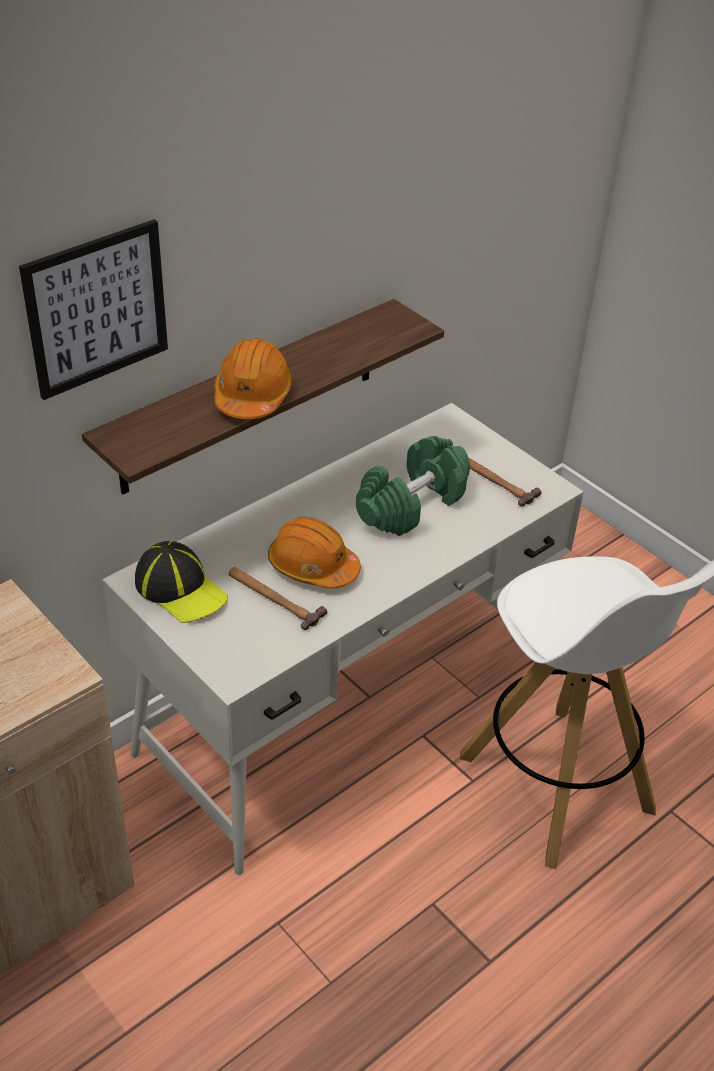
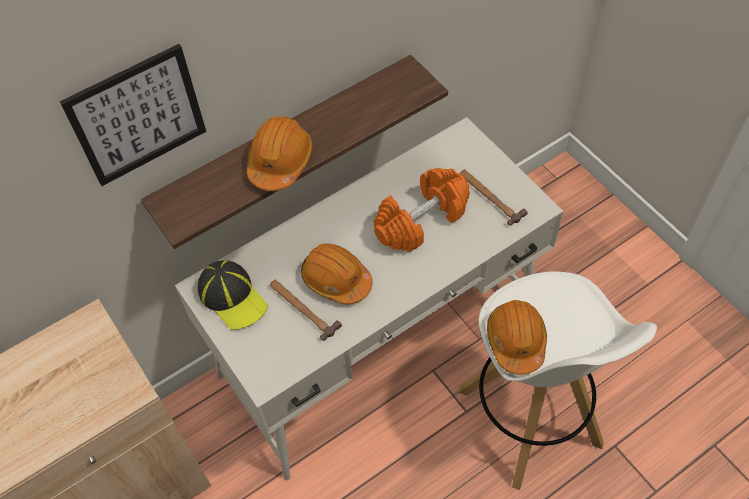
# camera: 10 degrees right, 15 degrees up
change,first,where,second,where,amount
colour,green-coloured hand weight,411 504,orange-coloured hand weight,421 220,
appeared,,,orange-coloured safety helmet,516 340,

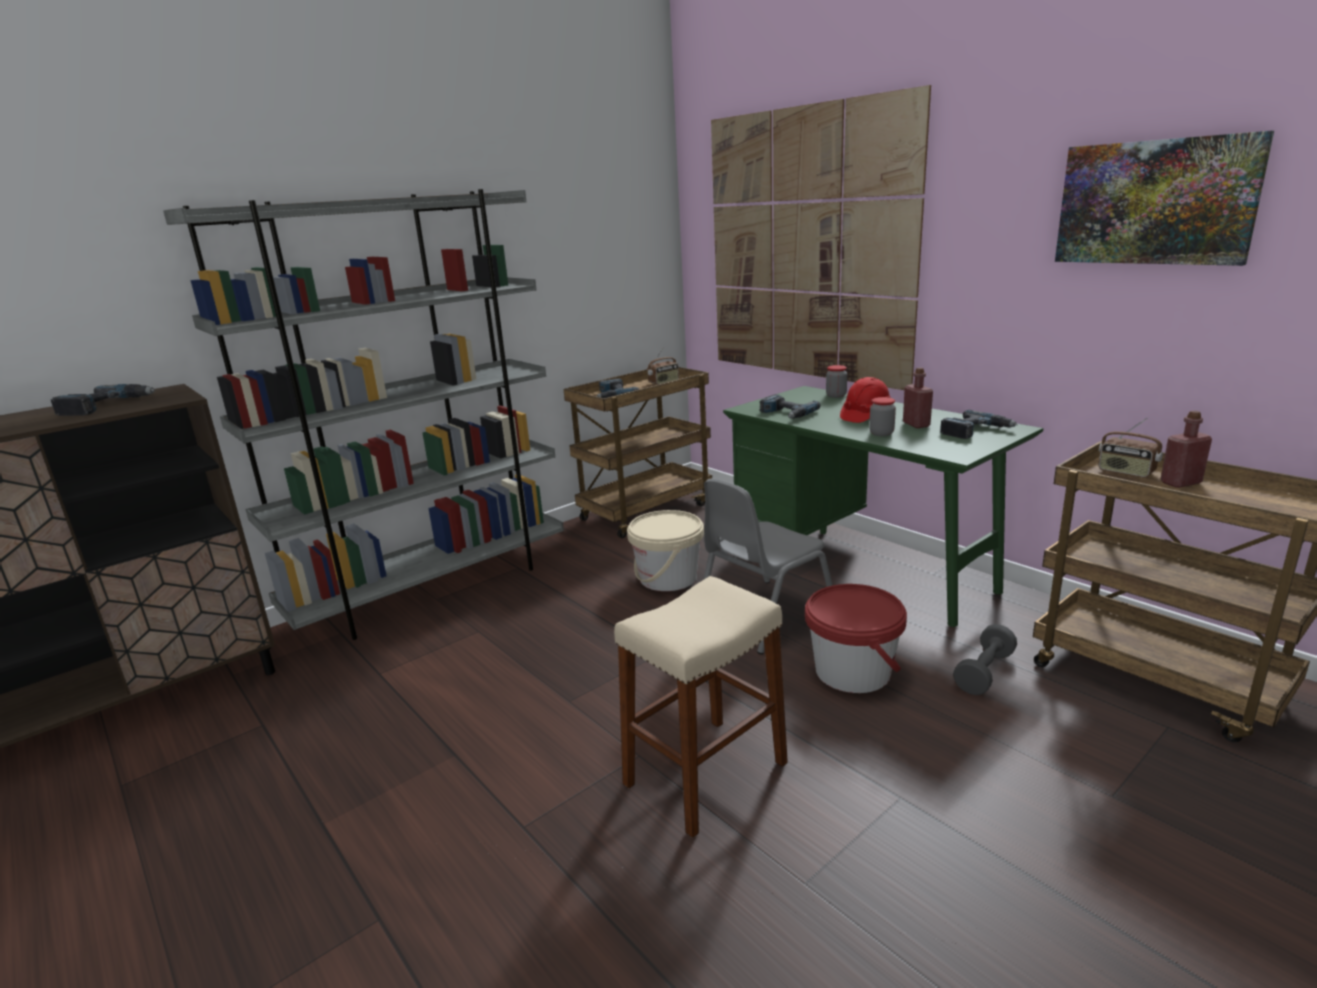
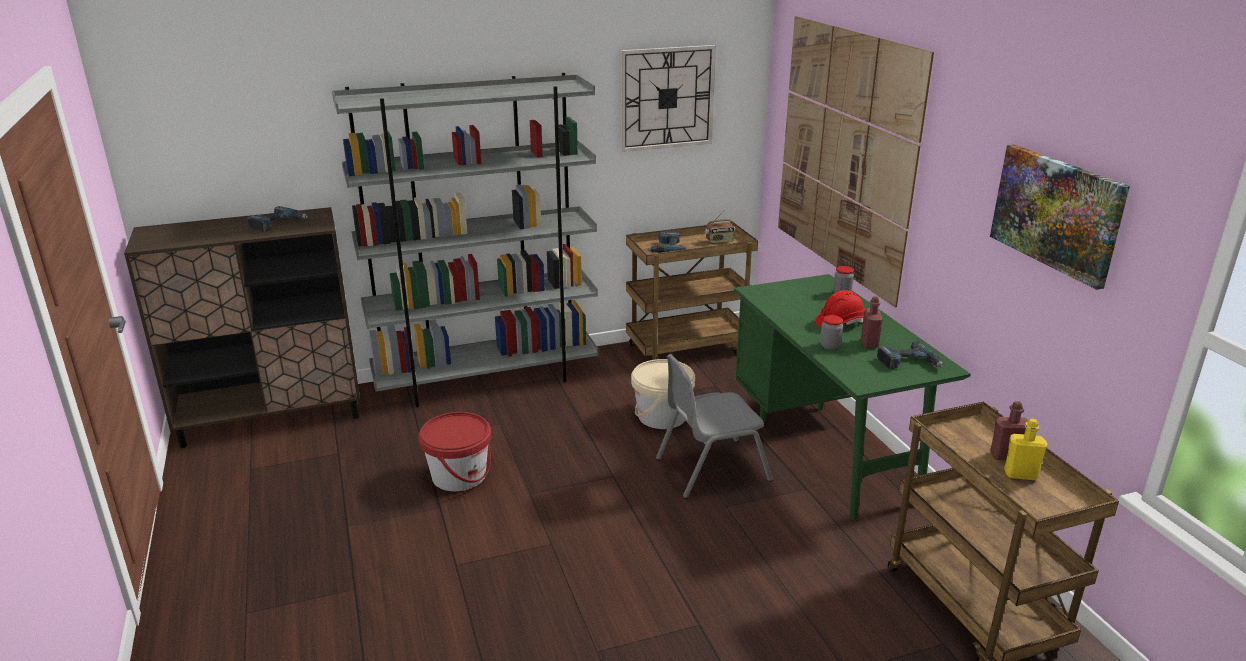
# camera: 20 degrees right, 5 degrees up
change,first,where,second,where,amount
missing,drill,786 414,,,
missing,radio set,1125 472,,,
missing,beige stool,705 774,,,
relocated,red-coloured bucket,853 671,,459 475,
missing,grey hand weight,984 672,,,
appeared,,,wall clock,667 98,
appeared,,,yellowish beverage bottle,1020 475,

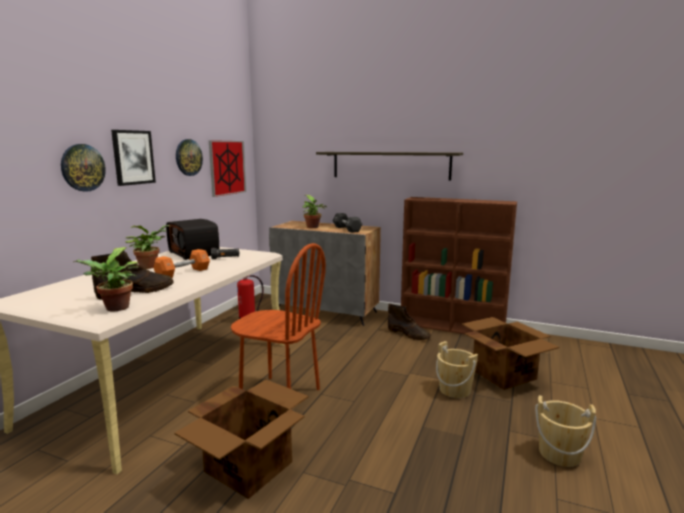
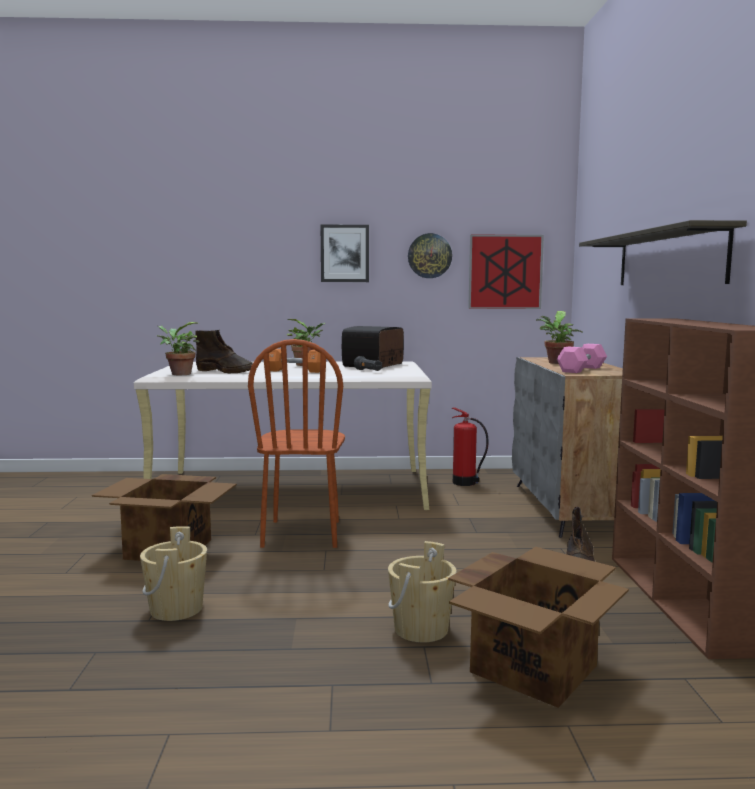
# camera: 65 degrees right, 5 degrees down
change,first,where,second,where,amount
missing,wall clock,82 167,,,
colour,black hand weight,347 229,pink-coloured hand weight,581 369,
relocated,beige bucket,559 454,,176 609,

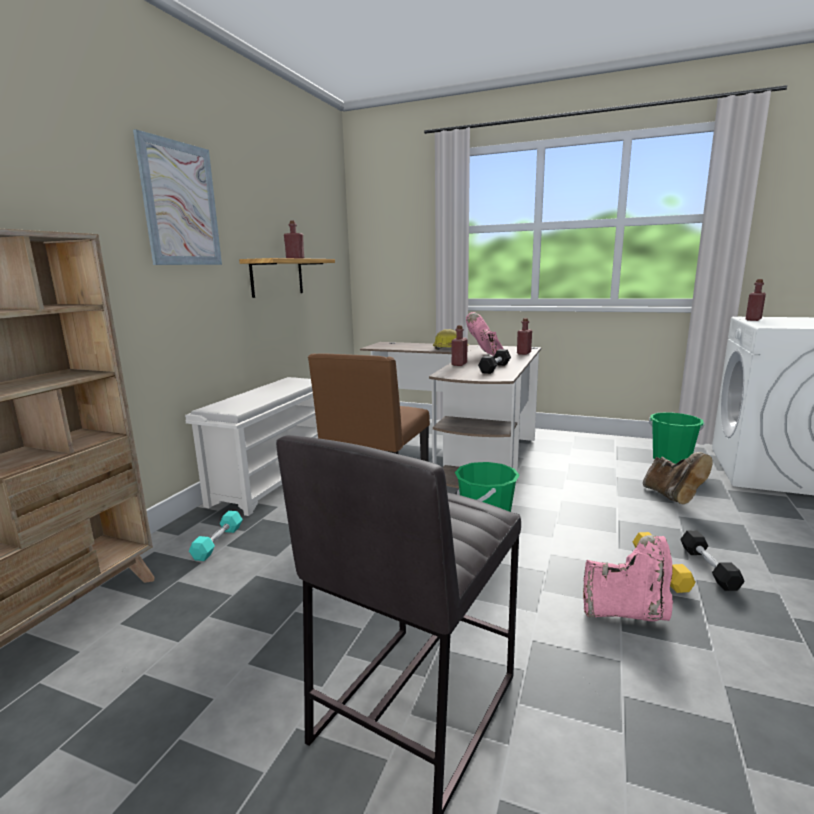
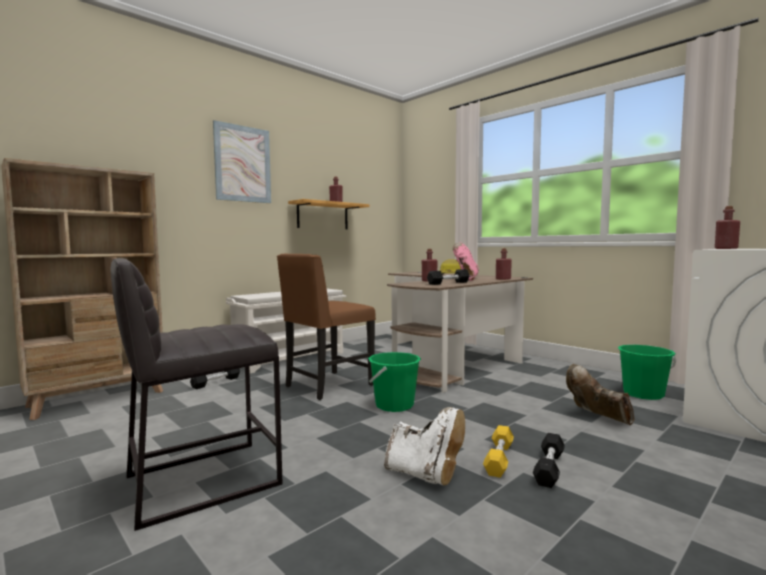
# camera: 25 degrees right, 10 degrees down
change,first,where,second,where,amount
spun,brown high-top boot,672 496,,597 418,135 degrees clockwise
colour,blue-green hand weight,218 542,black hand weight,216 382,
colour,pink-coloured high-top boot,627 611,white-coloured high-top boot,424 475,

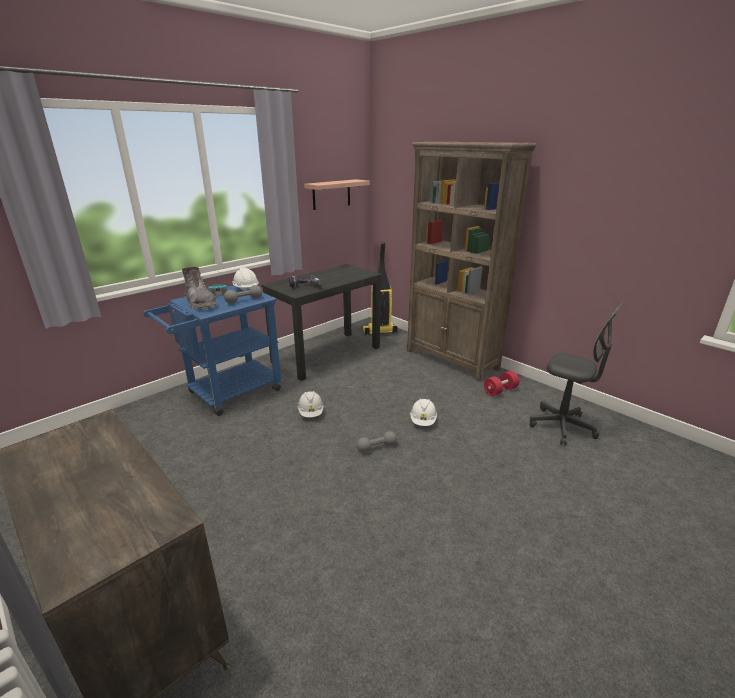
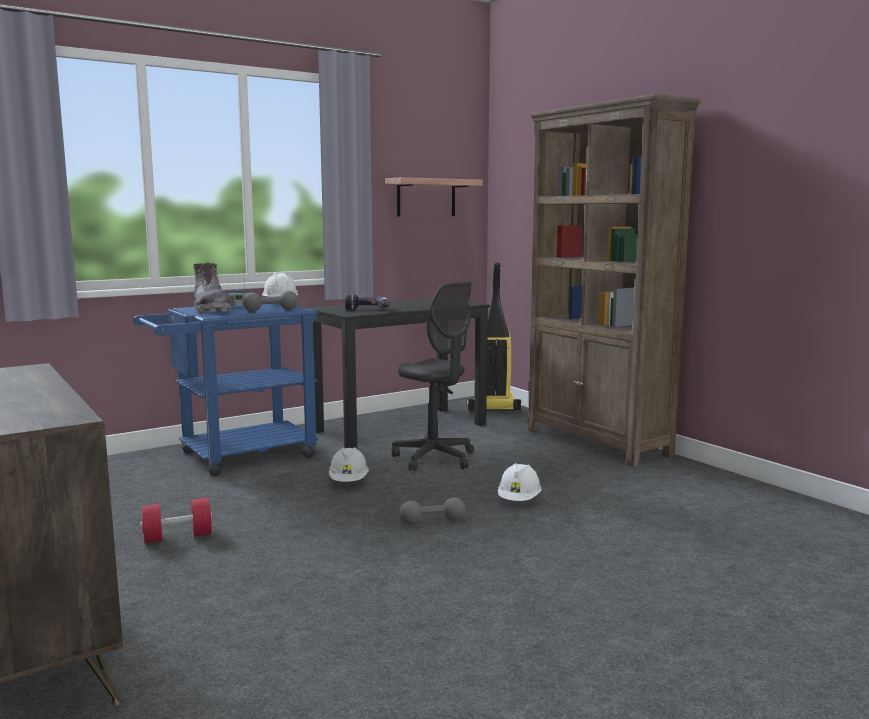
# camera: 10 degrees right, 15 degrees down
change,first,where,second,where,amount
relocated,grey computer chair,562 426,,434 458,
relocated,red-coloured hand weight,500 390,,178 537,

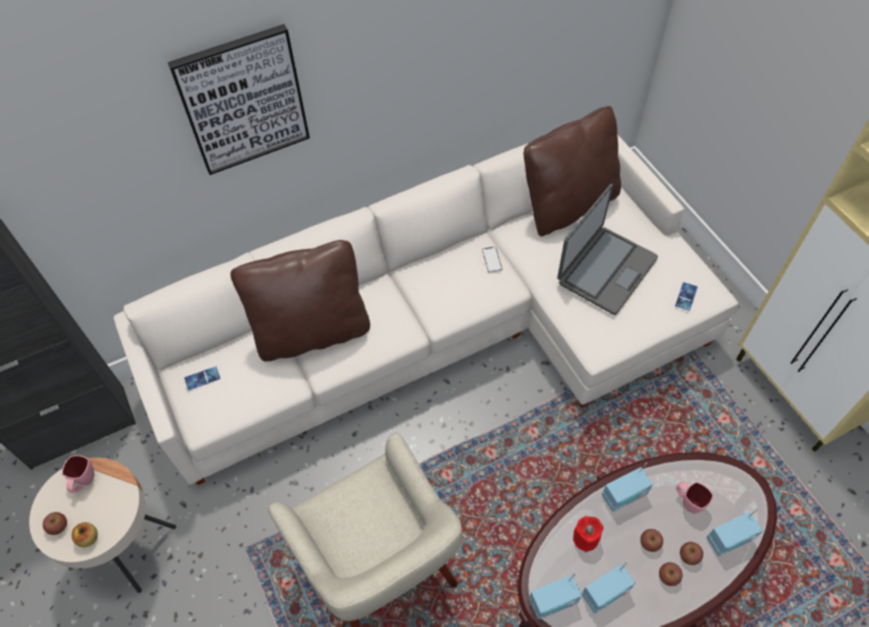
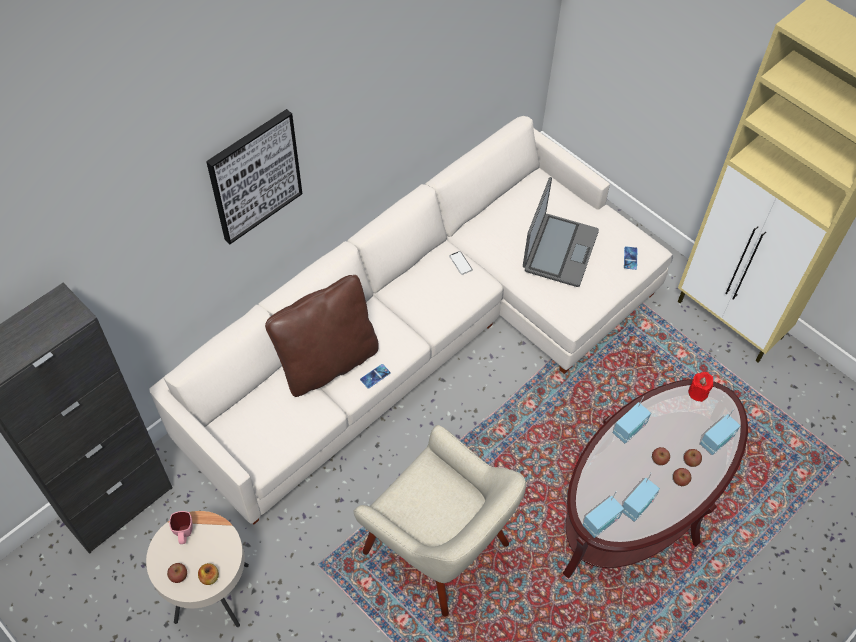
# camera: 20 degrees left, 0 degrees up
change,first,where,second,where,amount
missing,brown pillow,568 205,,,
relocated,phone,202 378,,375 376,
missing,pink-coloured mug,687 502,,,
relocated,red-coloured candle,585 538,,698 392,

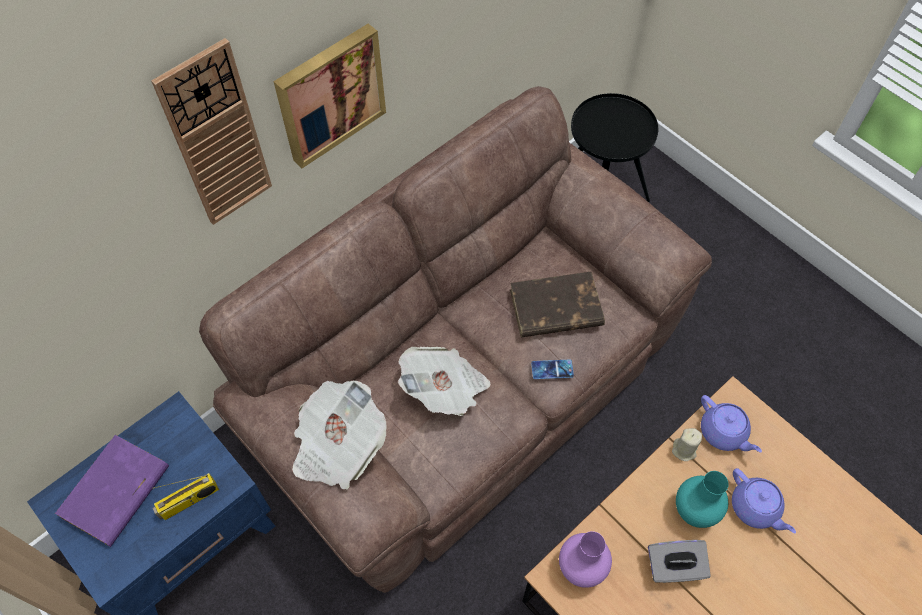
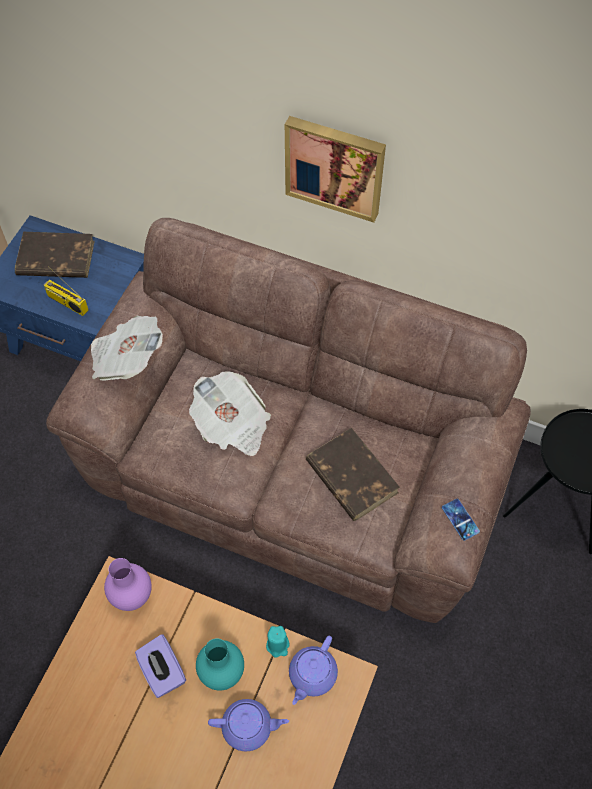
# camera: 65 degrees right, 0 degrees up
change,first,where,second,where,amount
missing,wall clock,216 137,,,
relocated,phone,552 369,,460 519,
colour,beige candle,684 450,blue-green candle,278 645,
colour,purplish bound book,115 493,brown bound book,55 259,
spun,purplish teapot,755 508,,248 727,120 degrees counterclockwise
colour,grey box of tissues,674 567,purplish box of tissues,162 672,

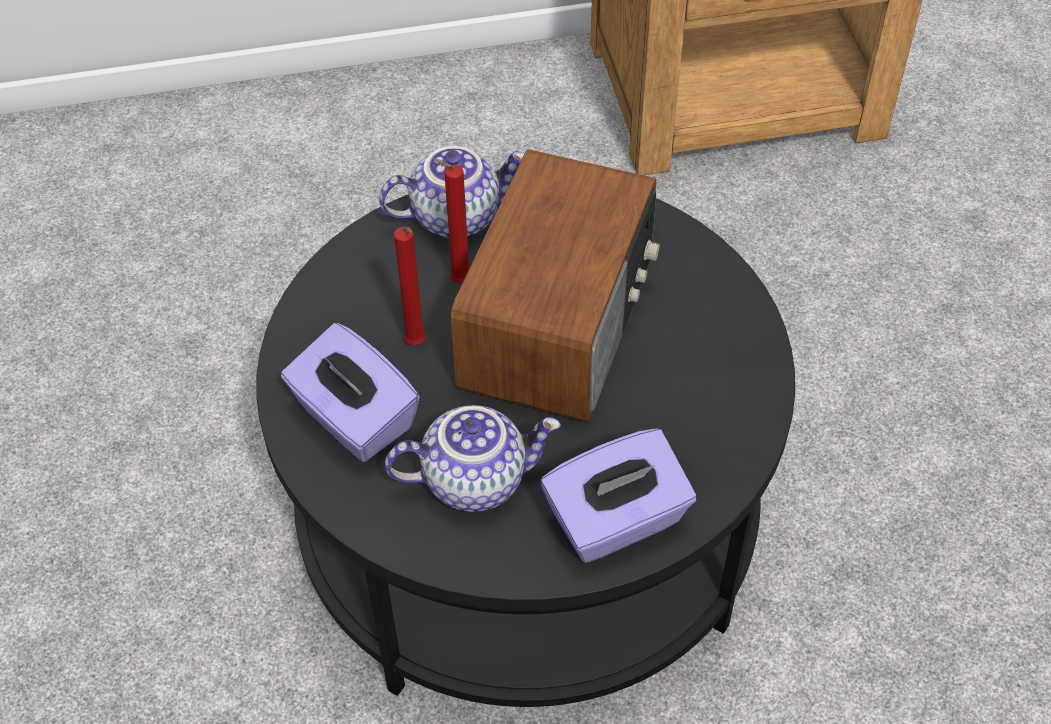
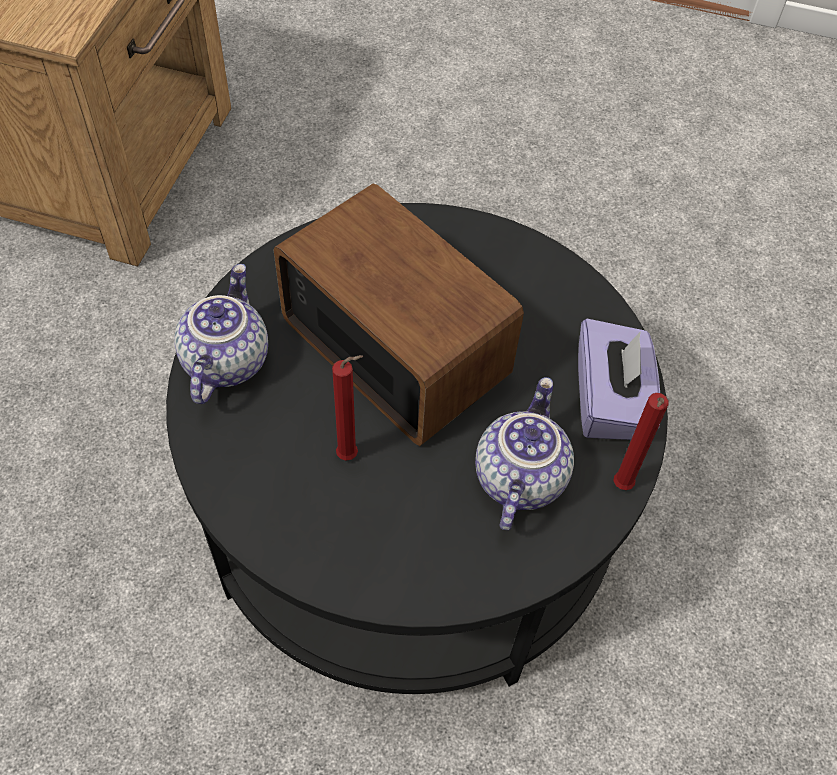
# camera: 65 degrees left, 5 degrees up
change,first,where,second,where,amount
relocated,red-coloured candle,457 281,,621 487,
missing,purplish box of tissues,354 419,,,

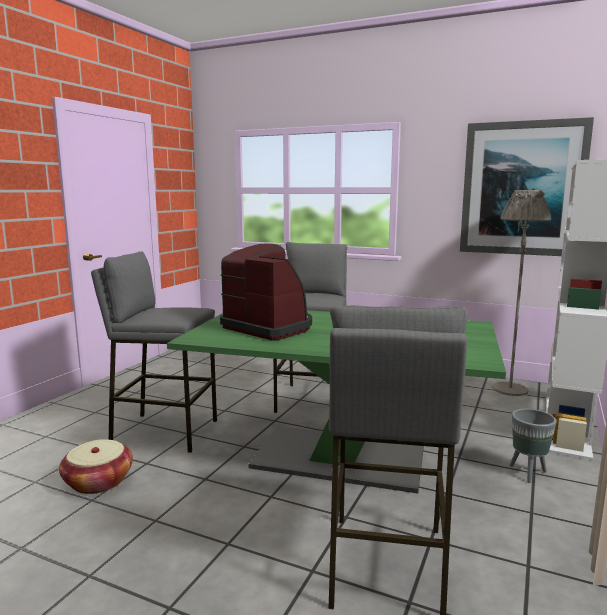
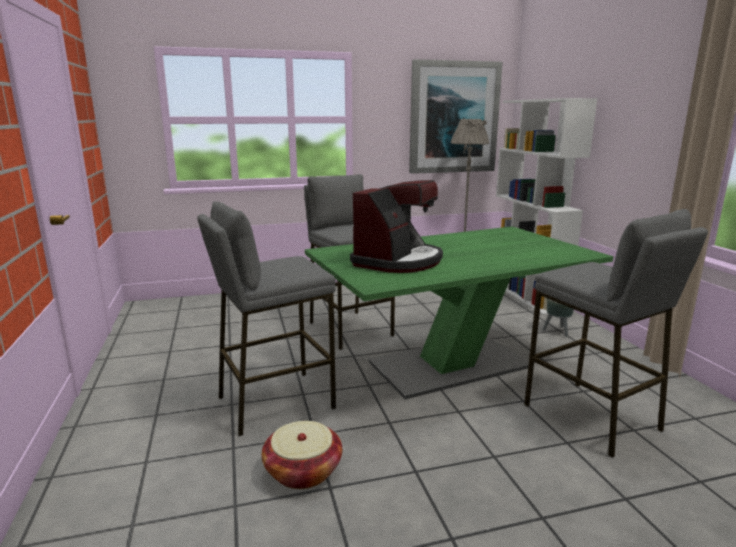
# camera: 40 degrees left, 5 degrees up
change,first,where,second,where,amount
spun,coffee machine,269 327,,398 261,120 degrees clockwise

